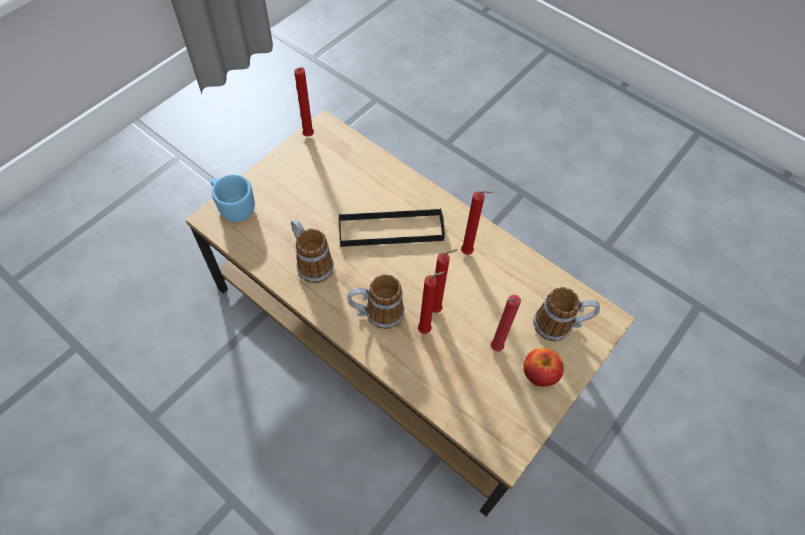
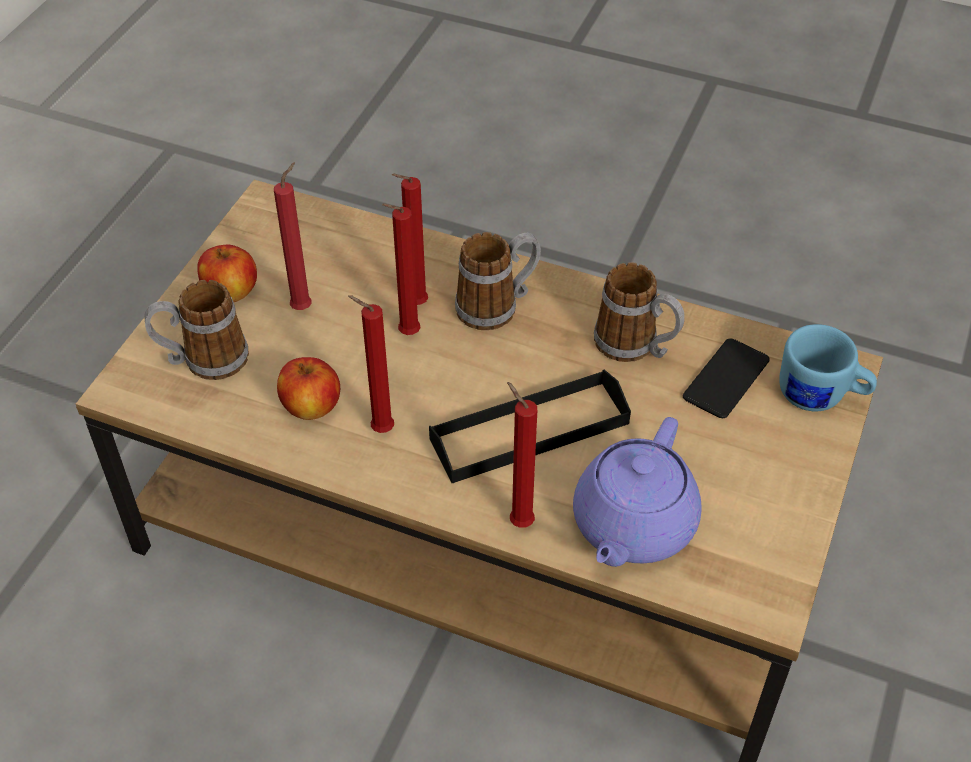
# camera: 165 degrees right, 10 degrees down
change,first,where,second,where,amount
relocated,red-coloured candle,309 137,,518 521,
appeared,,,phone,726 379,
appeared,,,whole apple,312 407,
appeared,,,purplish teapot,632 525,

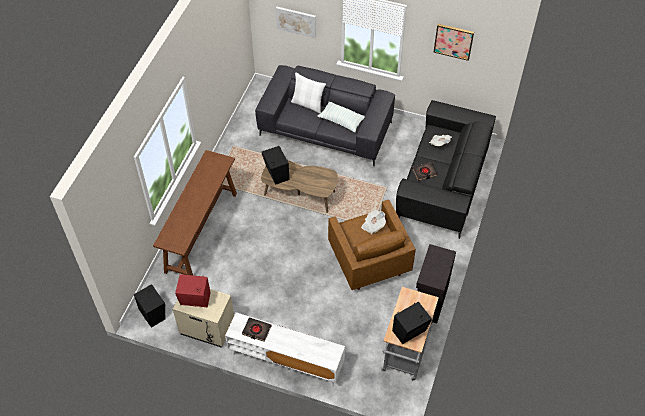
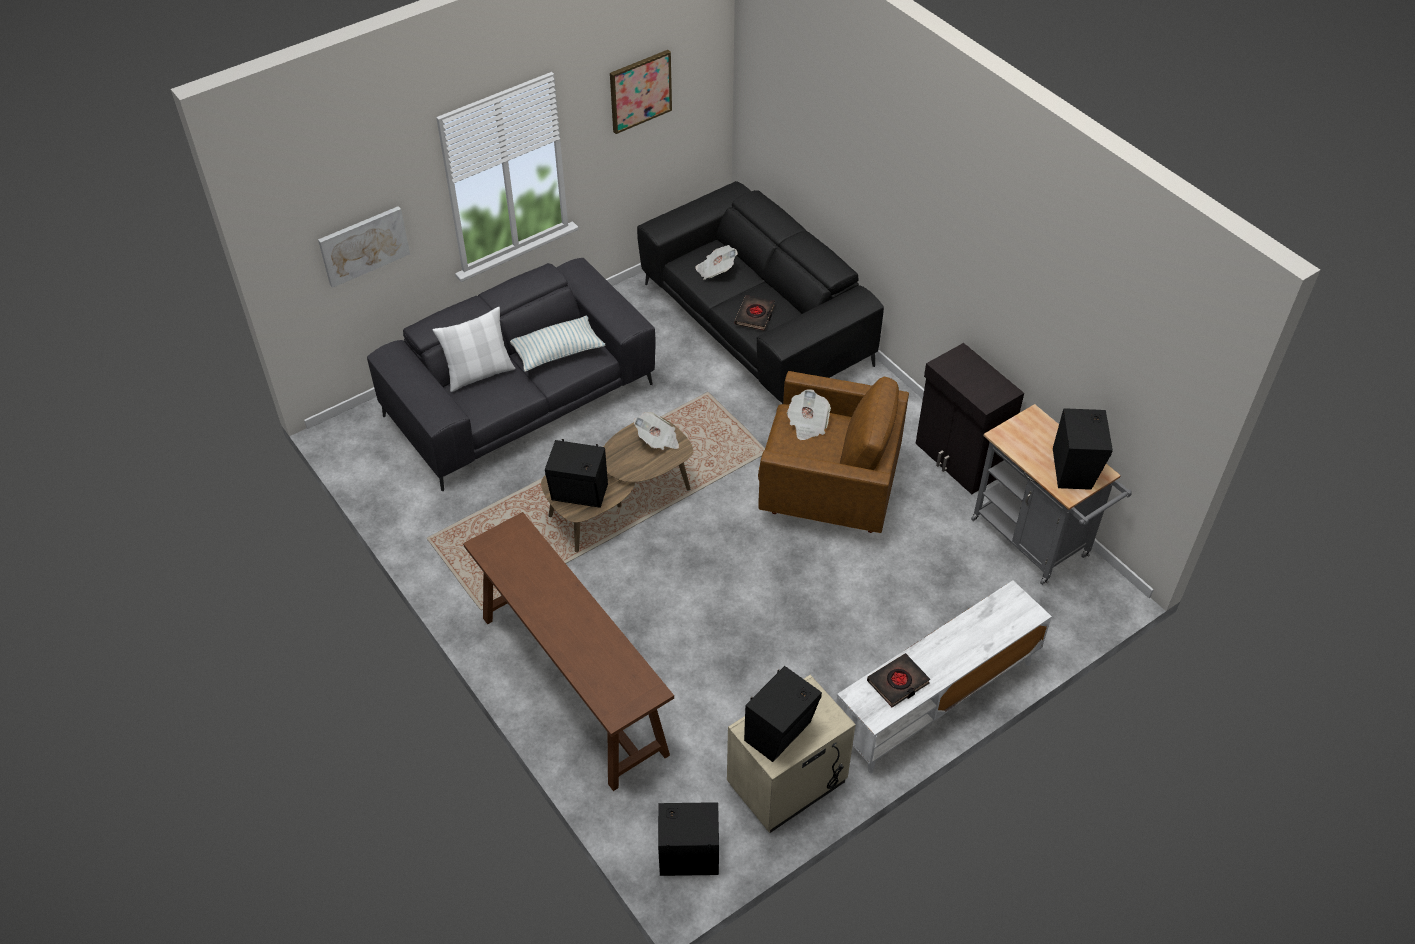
# camera: 55 degrees left, 5 degrees down
change,first,where,second,where,amount
colour,red-coloured loudspeaker,195 300,black loudspeaker,781 732,
appeared,,,daily paper,657 440,

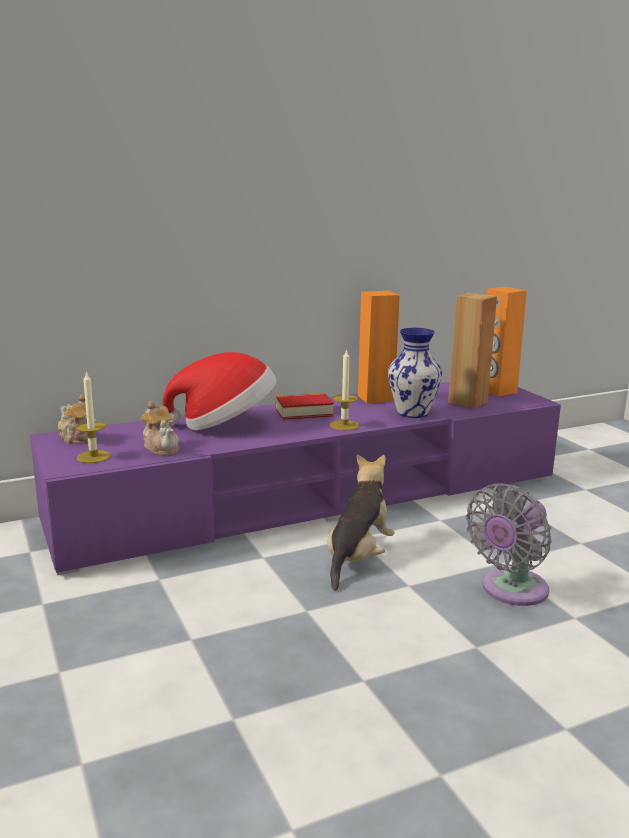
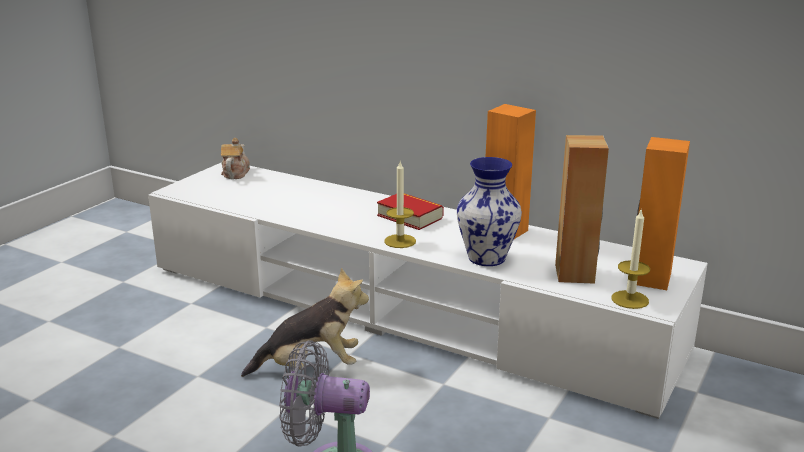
# camera: 55 degrees right, 5 degrees up
change,first,where,second,where,amount
missing,hat,225 424,,,
relocated,candle,93 457,,630 299,
colour,purplish media console,314 498,white-coloured media console,403 308,
missing,teapot,161 448,,,

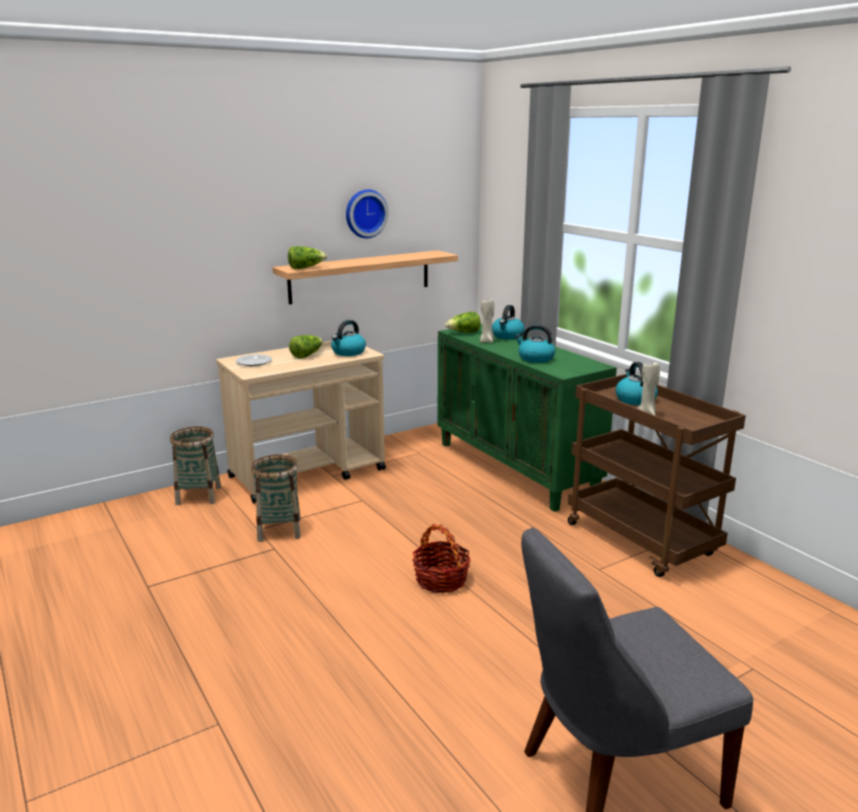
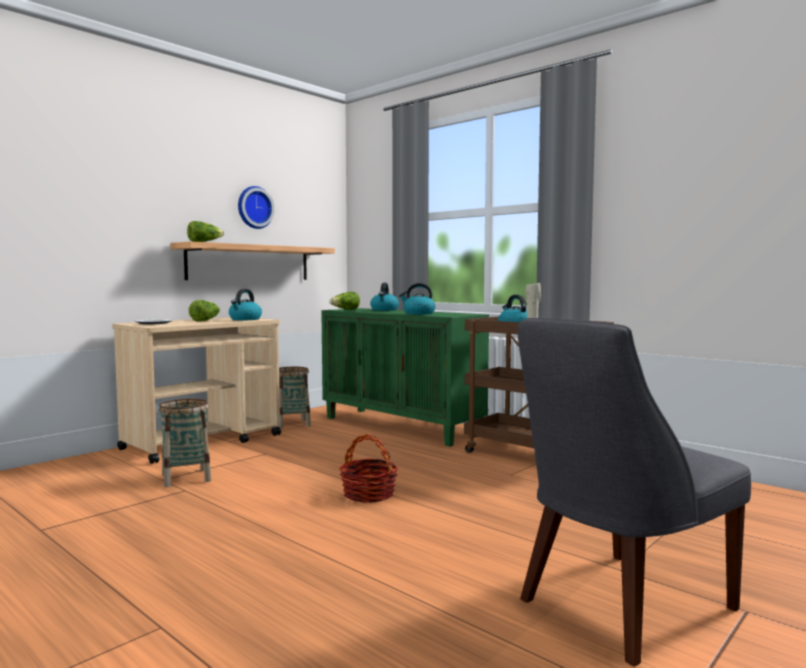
# camera: 15 degrees left, 15 degrees down
change,first,where,second,where,amount
missing,beige candle,487 341,,,
relocated,storage basket,199 496,,292 424,

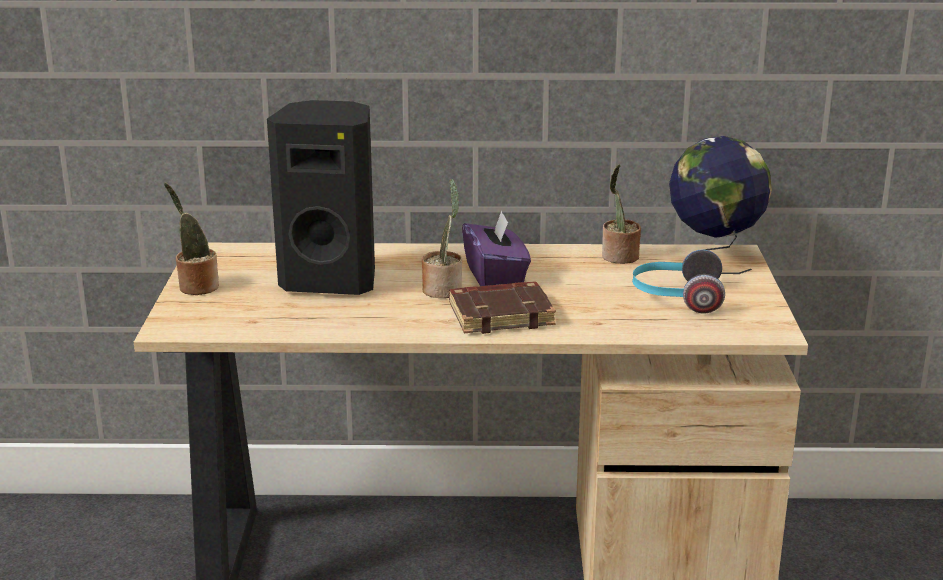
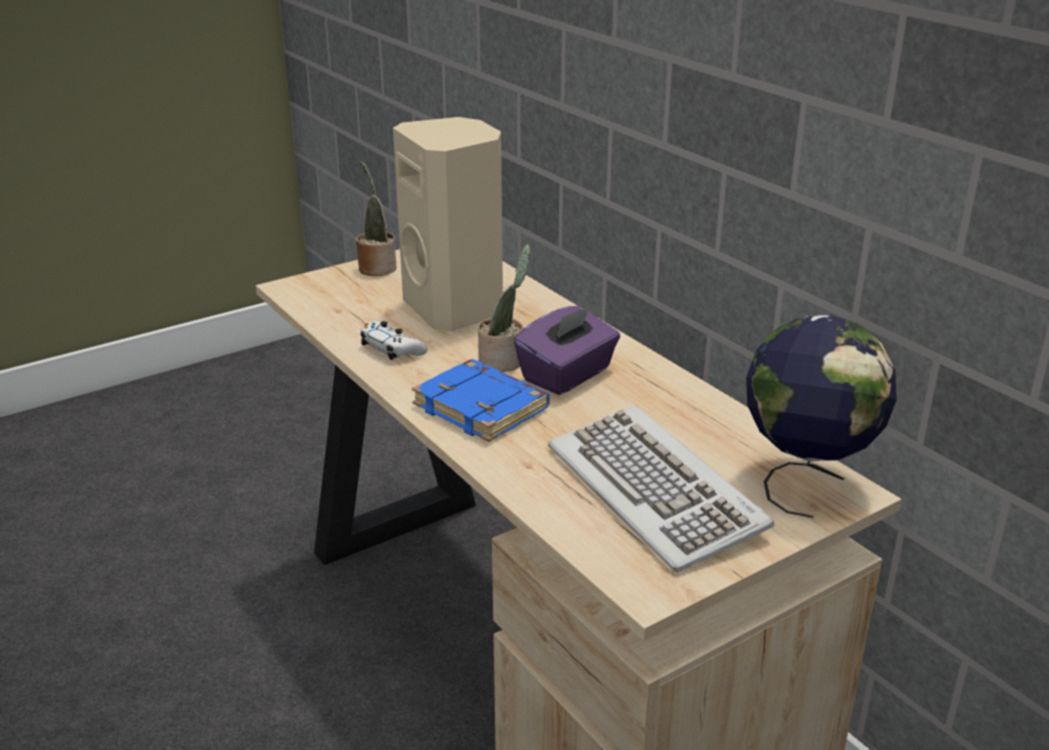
# camera: 55 degrees right, 5 degrees up
change,first,where,second,where,amount
colour,black loudspeaker,331 280,beige loudspeaker,456 309,
missing,houseplant,619 257,,,
exchanged,headphones,676 298,PC keyboard,656 491,
colour,brown bound book,501 314,blue bound book,483 408,
appeared,,,white-coloured joypad,392 349,

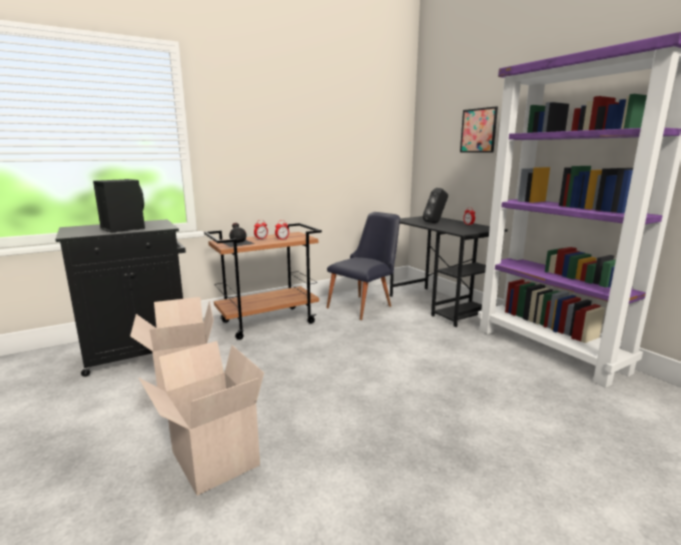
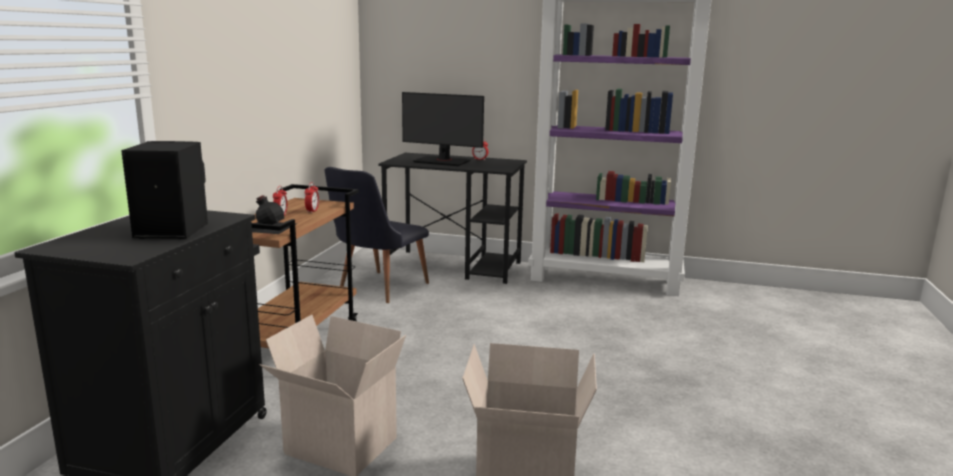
# camera: 45 degrees left, 0 degrees up
change,first,where,second,where,amount
missing,wall art,478 130,,,
exchanged,black loudspeaker,435 223,computer display,442 161,
spun,black chair,364 306,,377 289,150 degrees counterclockwise

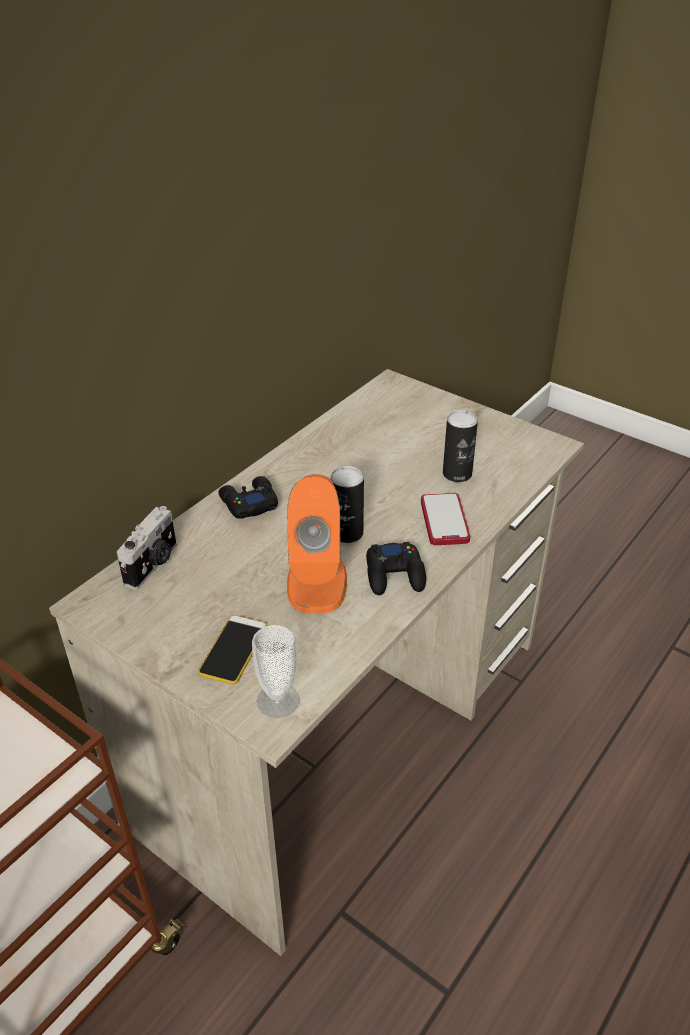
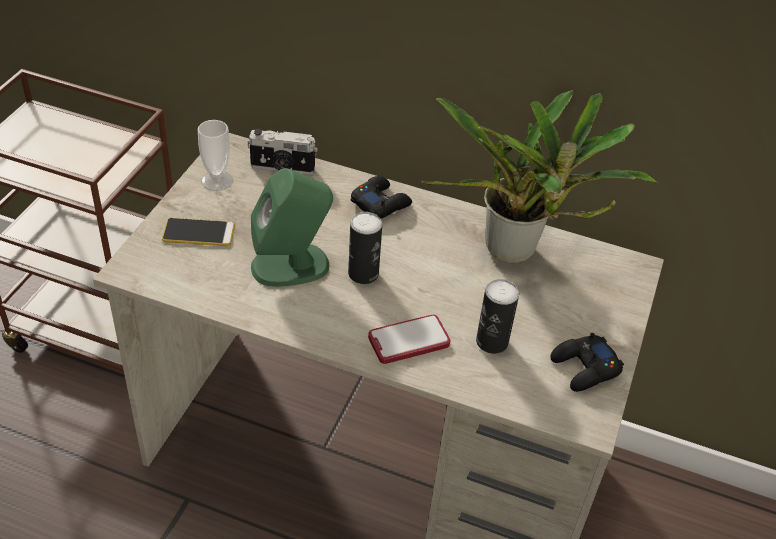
# camera: 70 degrees right, 5 degrees up
change,first,where,second,where,amount
colour,orange-coloured loudspeaker,317 581,green-coloured loudspeaker,291 265,
relocated,black joypad,395 575,,585 368,
relocated,cup,278 700,,217 181,
appeared,,,houseplant,516 253,

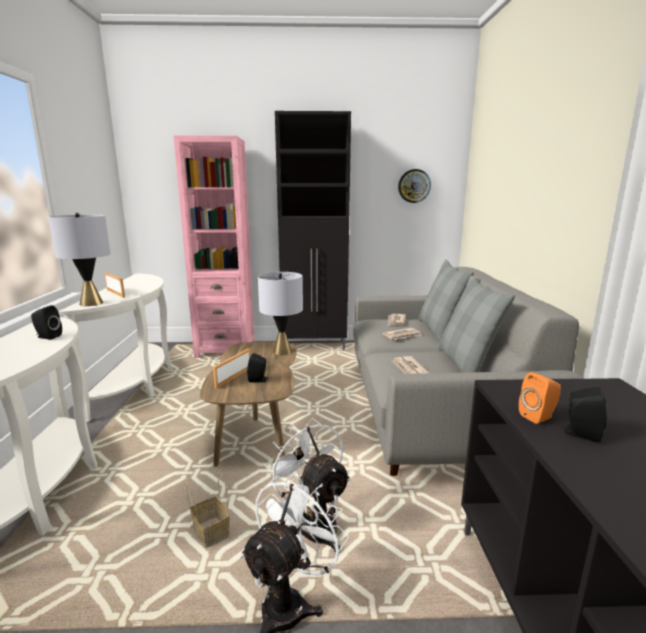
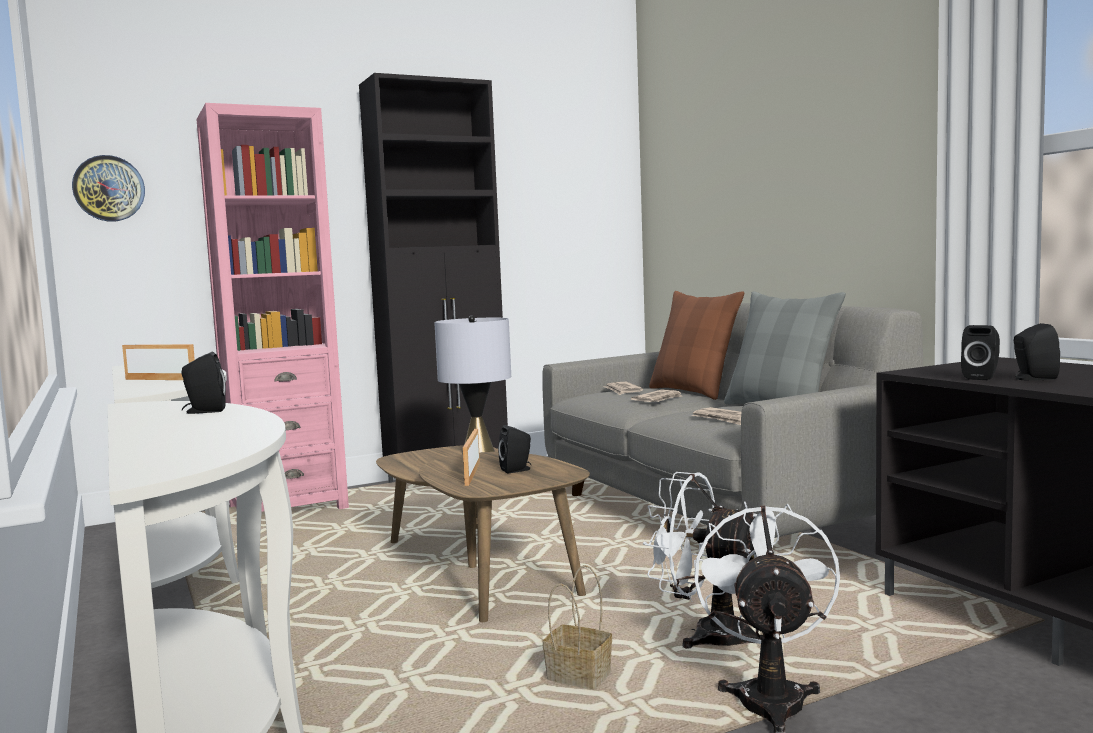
# camera: 25 degrees left, 10 degrees down
change,first,where,second,where,amount
relocated,wall clock,414 186,,109 188,
missing,grey table lamp,91 303,,,
colour,grey pillow,439 330,brown pillow,693 392,
colour,orange-coloured loudspeaker,538 417,black loudspeaker,982 377,

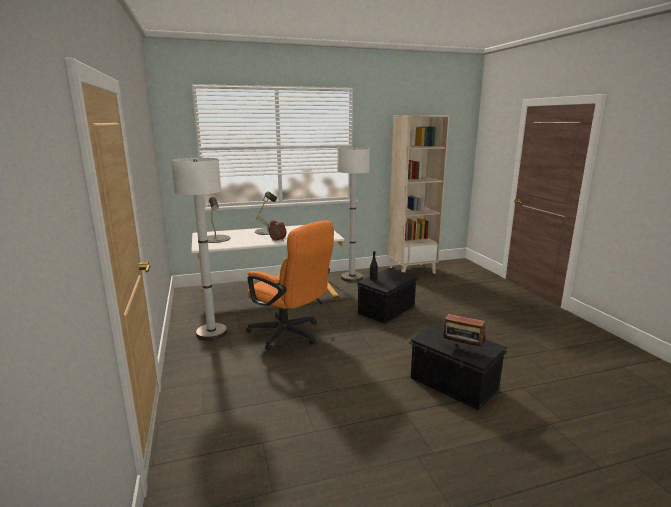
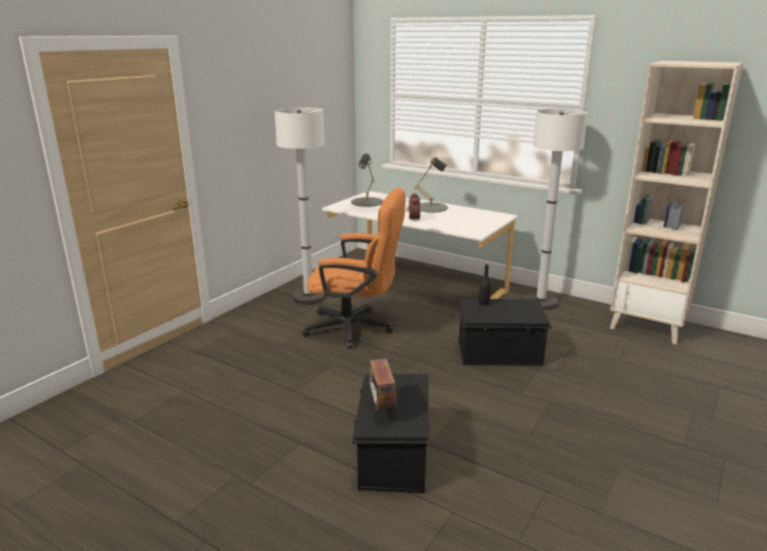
# camera: 50 degrees right, 5 degrees up
change,first,where,second,where,amount
spun,orange-coloured computer chair,290 335,,356 329,75 degrees counterclockwise

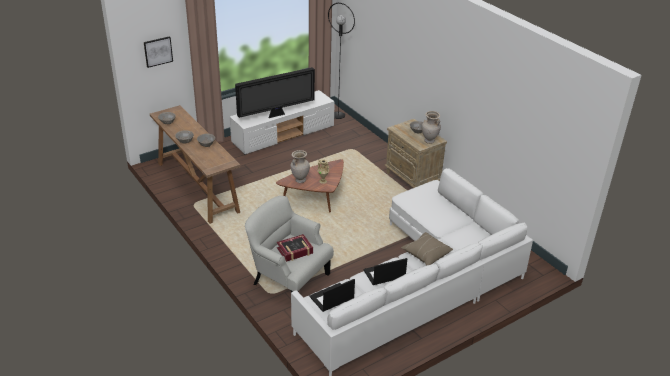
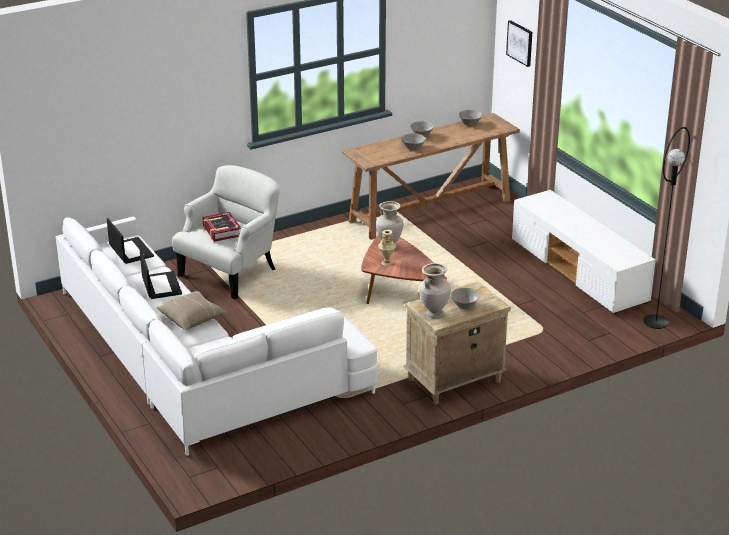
# camera: 95 degrees right, 5 degrees down
change,first,where,second,where,amount
missing,TV set,276 115,,,

